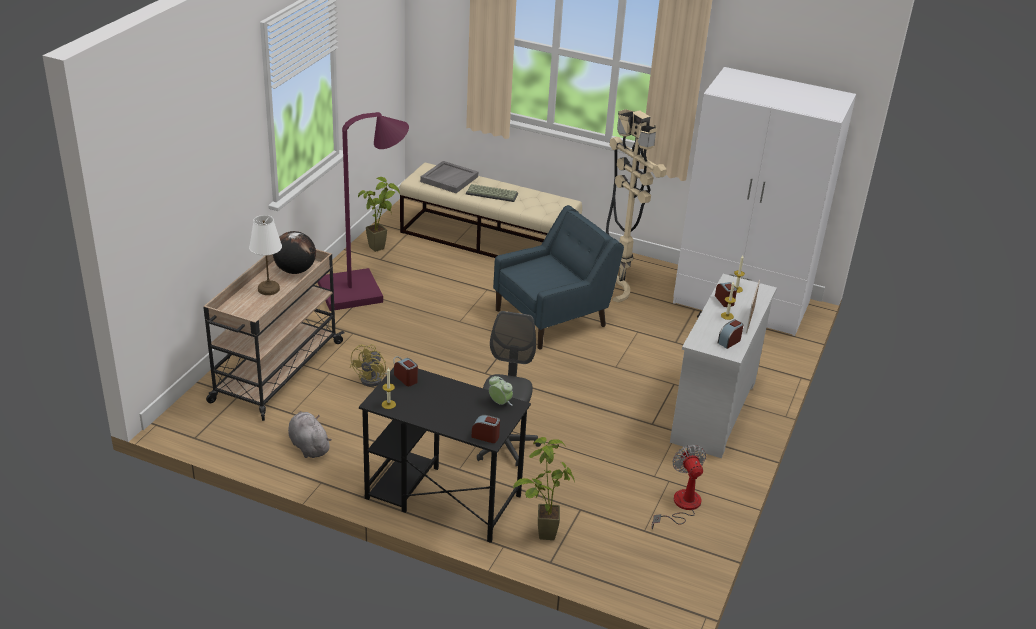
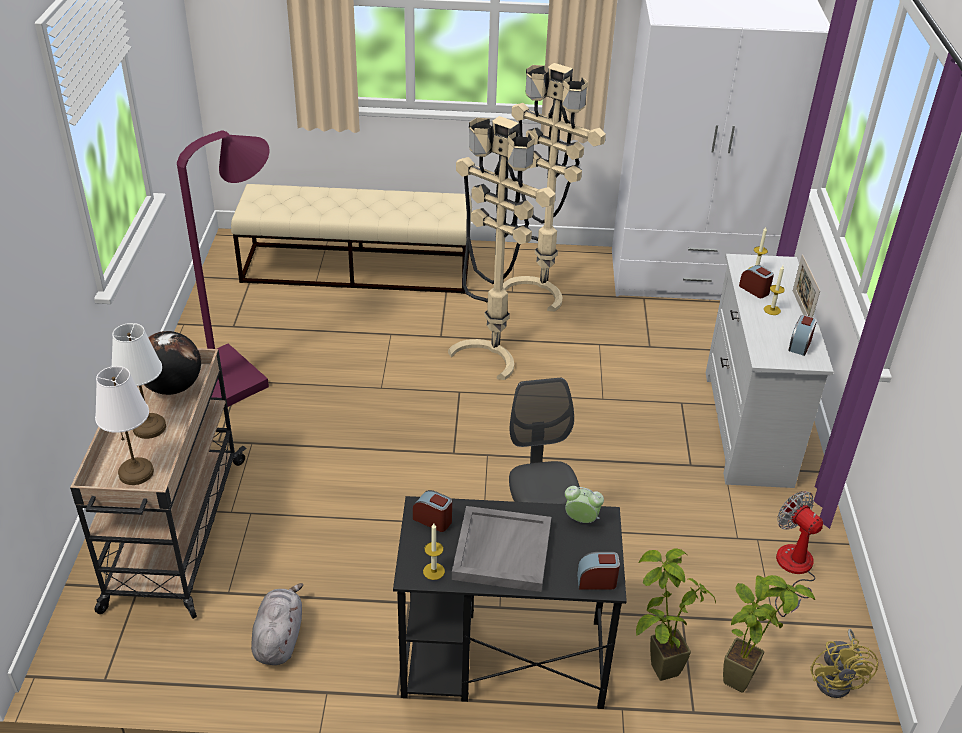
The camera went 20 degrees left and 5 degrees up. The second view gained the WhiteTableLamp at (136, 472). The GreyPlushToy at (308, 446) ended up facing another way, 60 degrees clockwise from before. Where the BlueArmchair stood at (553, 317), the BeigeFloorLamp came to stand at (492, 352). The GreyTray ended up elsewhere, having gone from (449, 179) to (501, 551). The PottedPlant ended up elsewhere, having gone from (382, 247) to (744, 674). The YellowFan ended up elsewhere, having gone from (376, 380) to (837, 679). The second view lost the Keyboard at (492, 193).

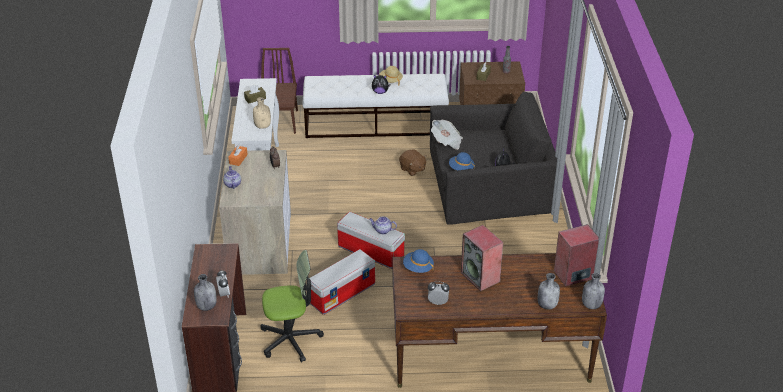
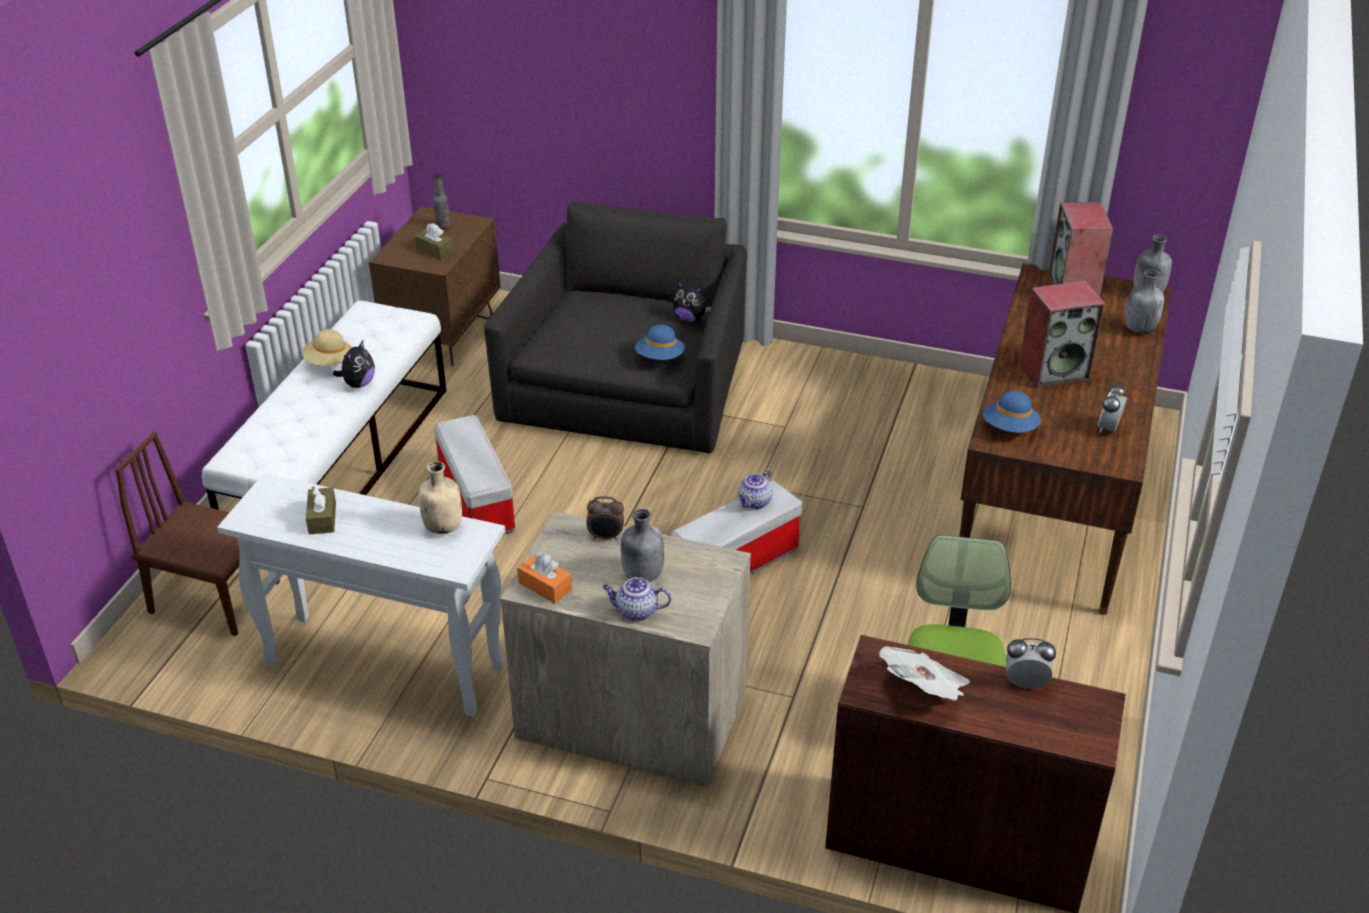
The camera went 70 degrees left and 0 degrees up. The StorageBox ended up elsewhere, having gone from (342, 293) to (475, 500). The GreyBottle ended up elsewhere, having gone from (206, 306) to (642, 575). The Newspaper ended up elsewhere, having gone from (446, 141) to (924, 690). The second view lost the BrownPlushToy at (412, 169).

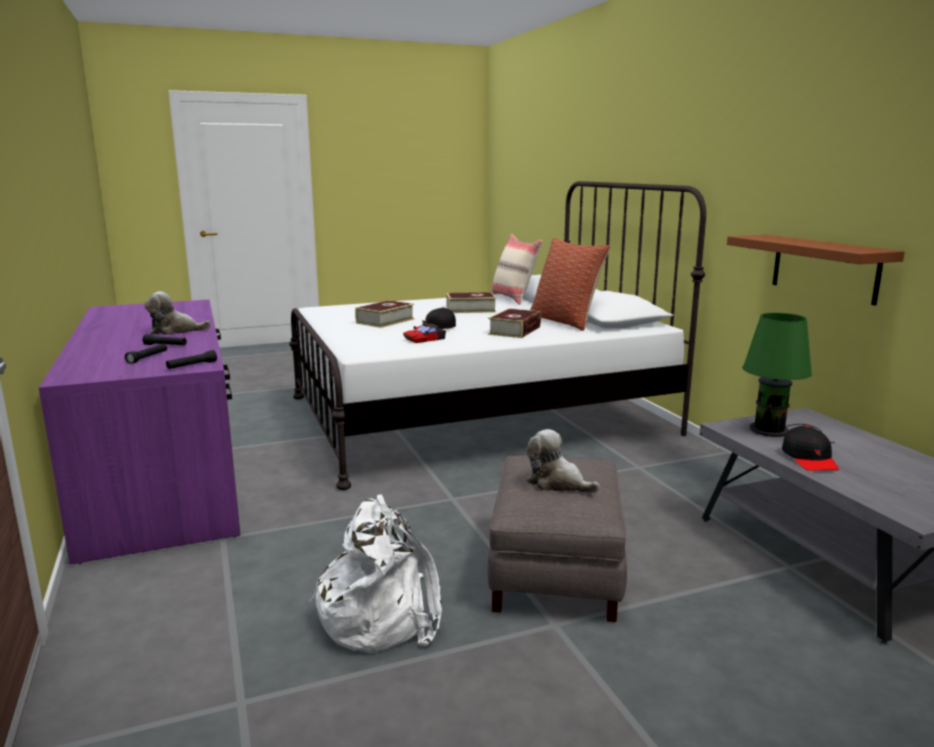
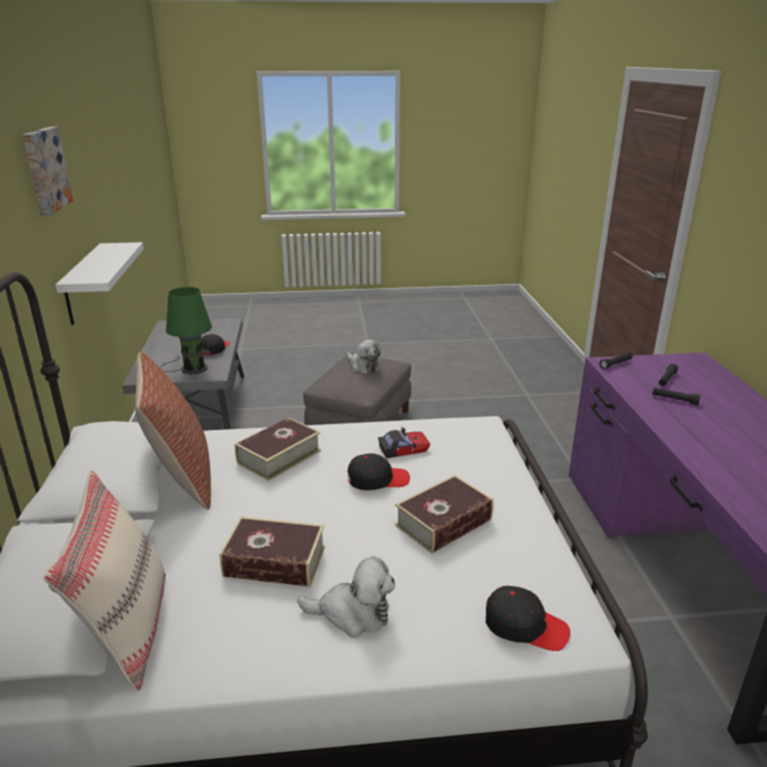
The camera went 165 degrees left and 10 degrees up. The second view gained the Picture at (44, 170). What was the BrownShelf at (824, 268) turned into the WhiteShelf at (84, 283). The PlushToy ended up elsewhere, having gone from (175, 331) to (352, 614). The second view gained the BlackCap at (525, 626). The second view lost the WhiteBackpack at (380, 615).

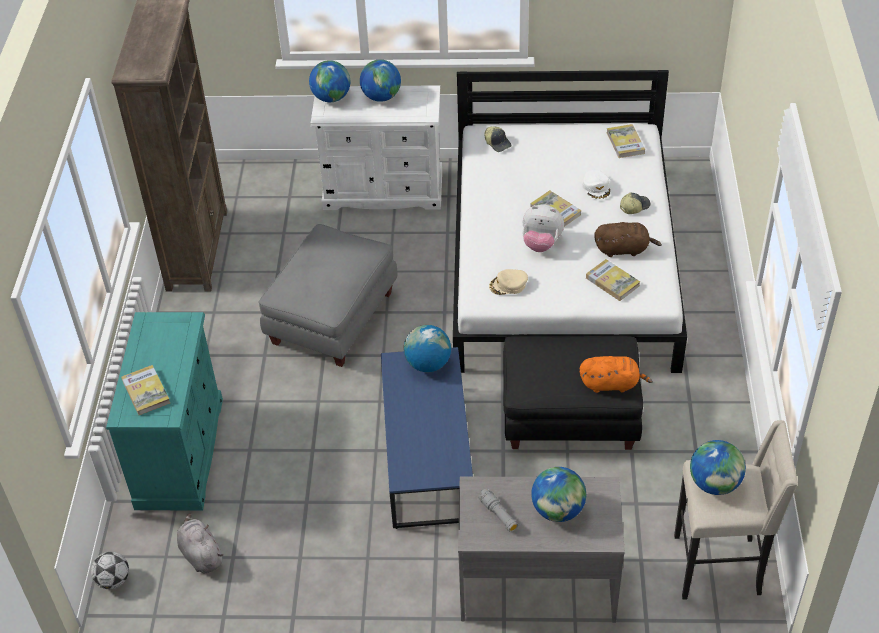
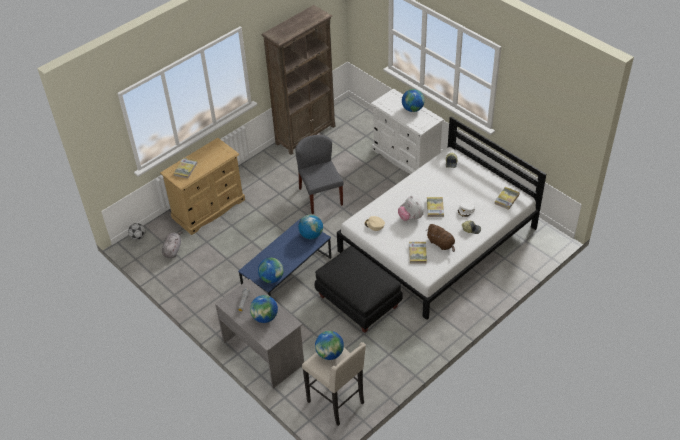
The camera went 45 degrees right and 0 degrees up. What was the TurquoiseDresser at (180, 452) turned into the BeigeDresser at (209, 209). The Globe ended up elsewhere, having gone from (331, 98) to (271, 278). Where the GreyOttoman stood at (332, 317), the GreyChair came to stand at (320, 196). The second view lost the OrangePlushToy at (611, 384).

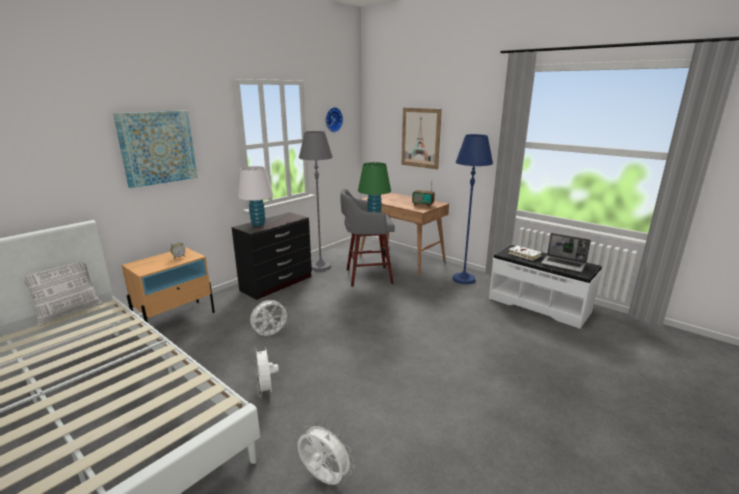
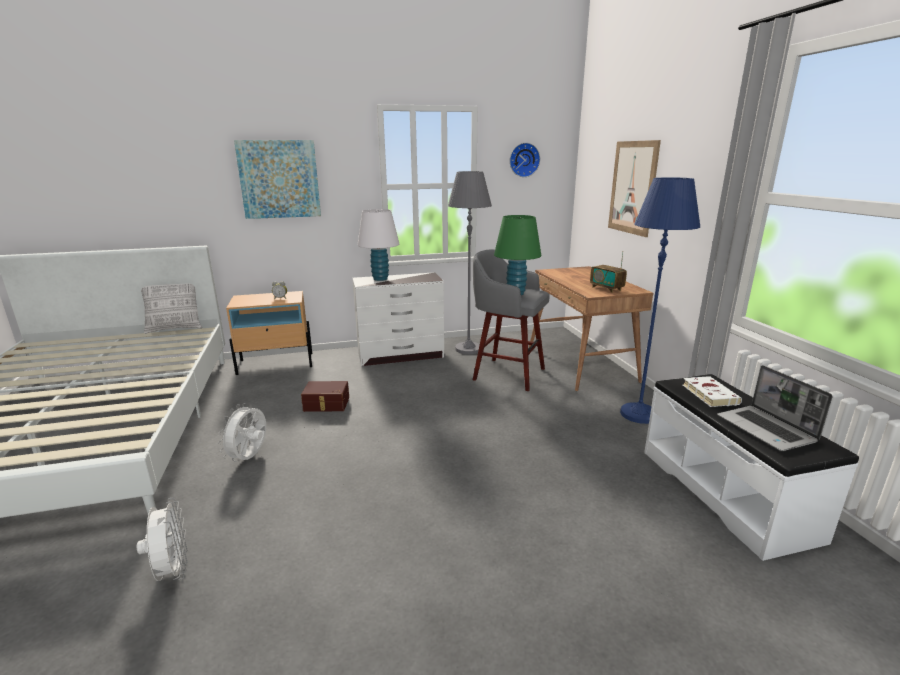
The camera went 35 degrees right and 0 degrees up. Where the WhiteFan stood at (270, 335), the BrownStorageBox came to stand at (326, 404). What was the BlackDresser at (277, 283) turned into the WhiteDresser at (401, 355).

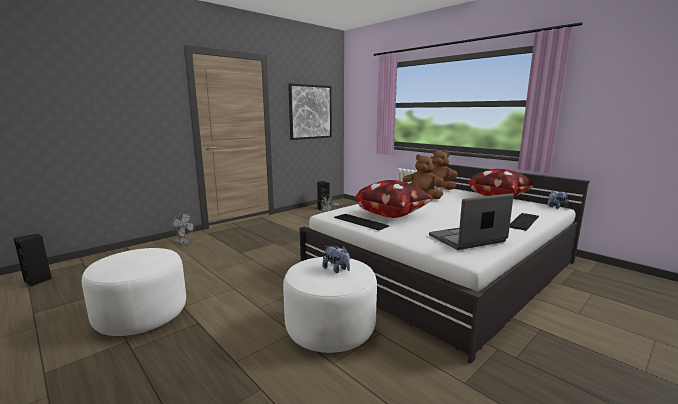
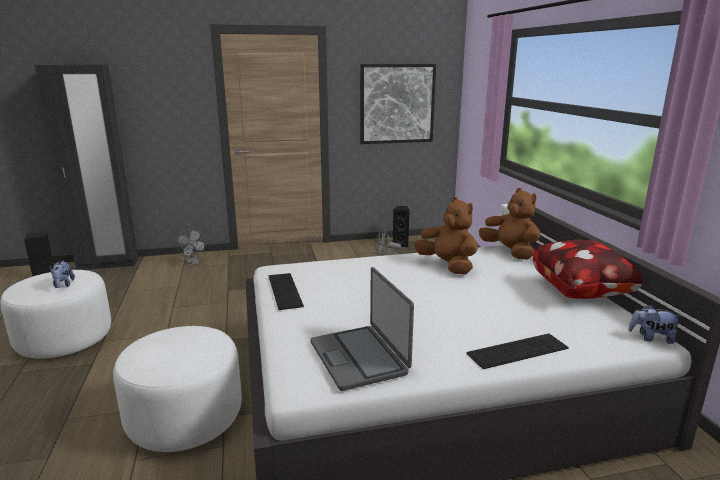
The camera went 30 degrees right and 5 degrees up. The second view gained the BlackWardrobe at (108, 264). The PlushToy ended up elsewhere, having gone from (336, 269) to (63, 285). The Laptop at (467, 239) ended up facing another way, 120 degrees counterclockwise from before. The second view lost the Pillow at (392, 214).

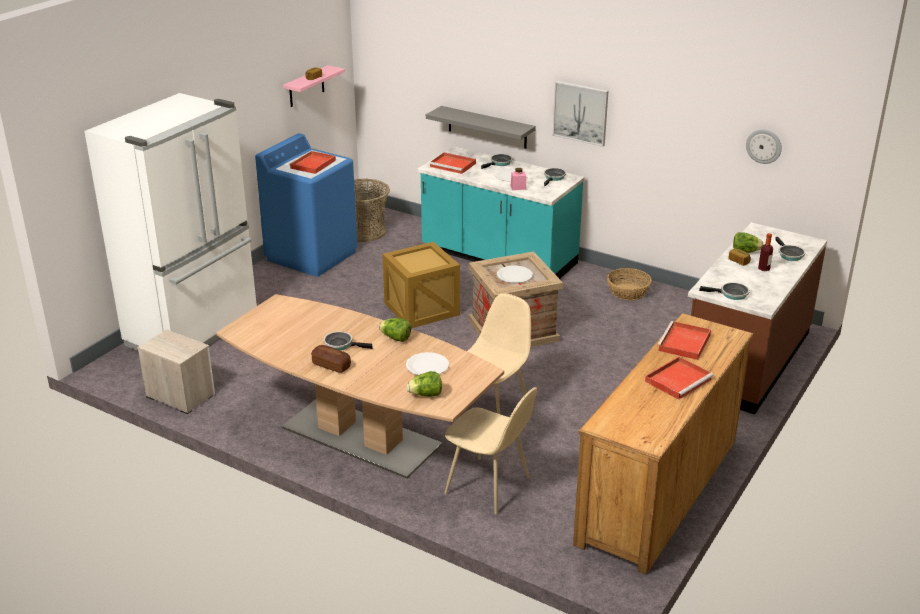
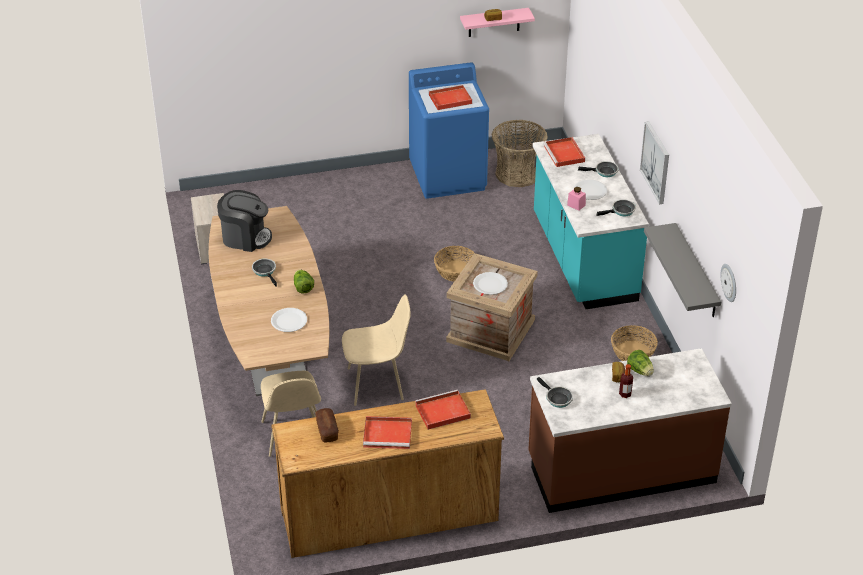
The camera went 45 degrees right and 10 degrees up. The second view gained the CoffeeMachine at (245, 237). The Bread ended up elsewhere, having gone from (331, 365) to (327, 430). Where the Crate stood at (421, 308), the Basket came to stand at (455, 271). The GreyShelf ended up elsewhere, having gone from (487, 127) to (696, 272). The second view lost the WhiteFridge at (195, 331). The second view lost the Lettuce at (426, 395). The second view lost the FryingPan at (789, 255).

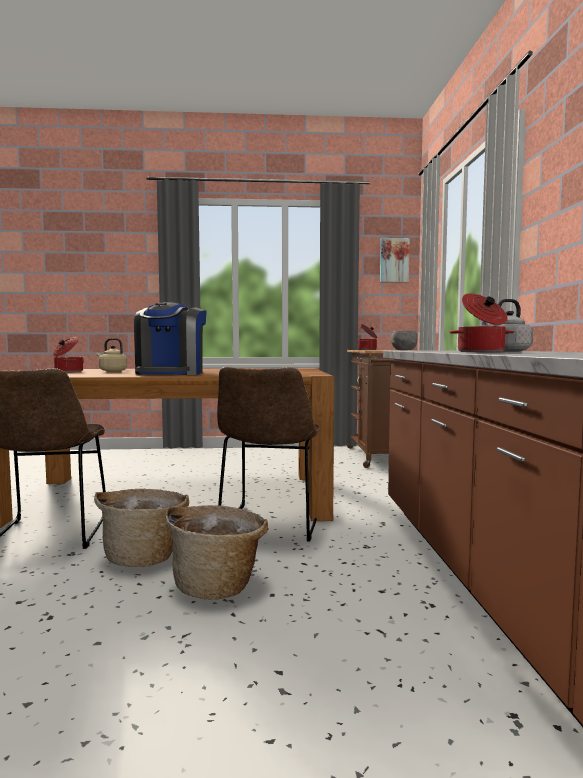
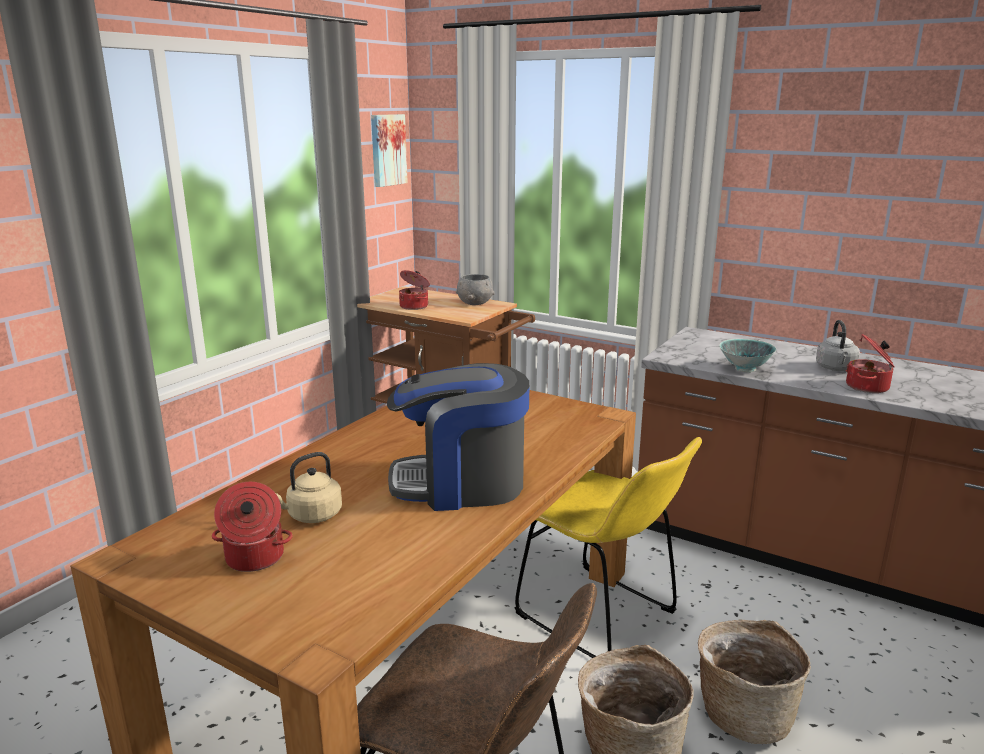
The camera went 55 degrees left and 15 degrees up. The CoffeeMachine at (171, 373) ended up facing another way, 135 degrees clockwise from before. What was the BrownChair at (271, 525) turned into the YellowChair at (602, 617). The second view gained the Bowl at (745, 369).

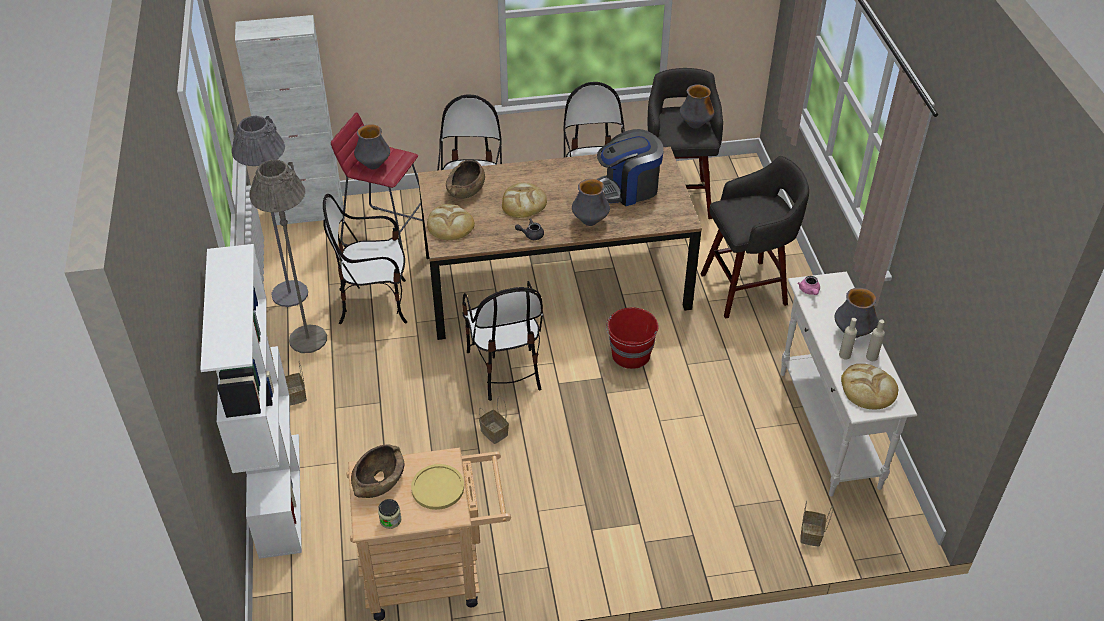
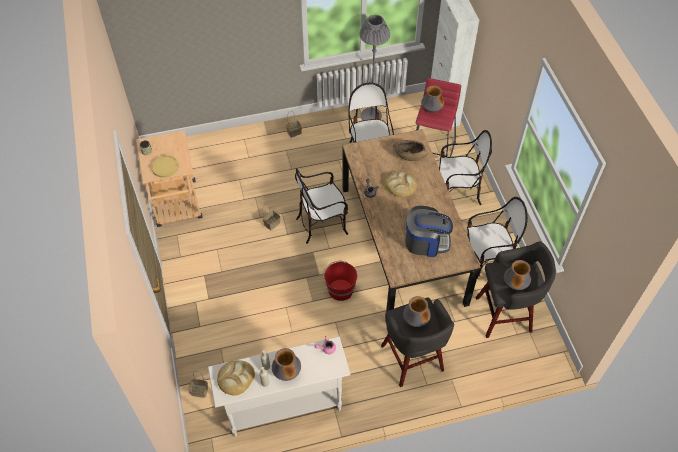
The camera went 85 degrees right and 10 degrees up. The Vase ended up elsewhere, having gone from (590, 221) to (415, 320). The CoffeeMachine at (628, 188) ended up facing another way, 120 degrees clockwise from before. The second view lost the WhiteBookcase at (278, 494). The second view lost the GreyFloorLamp at (308, 339). The second view lost the BrownBowl at (378, 480). The second view lost the Bread at (450, 225).

